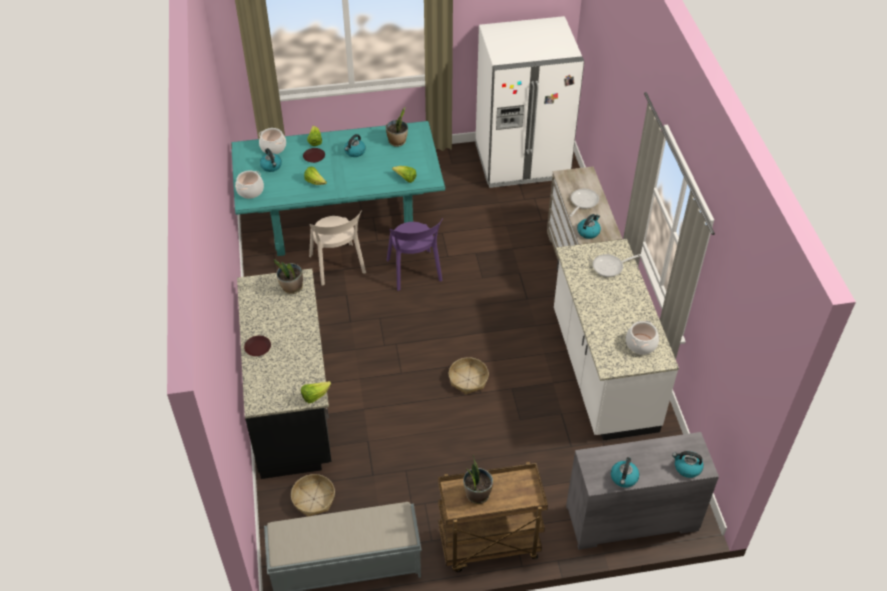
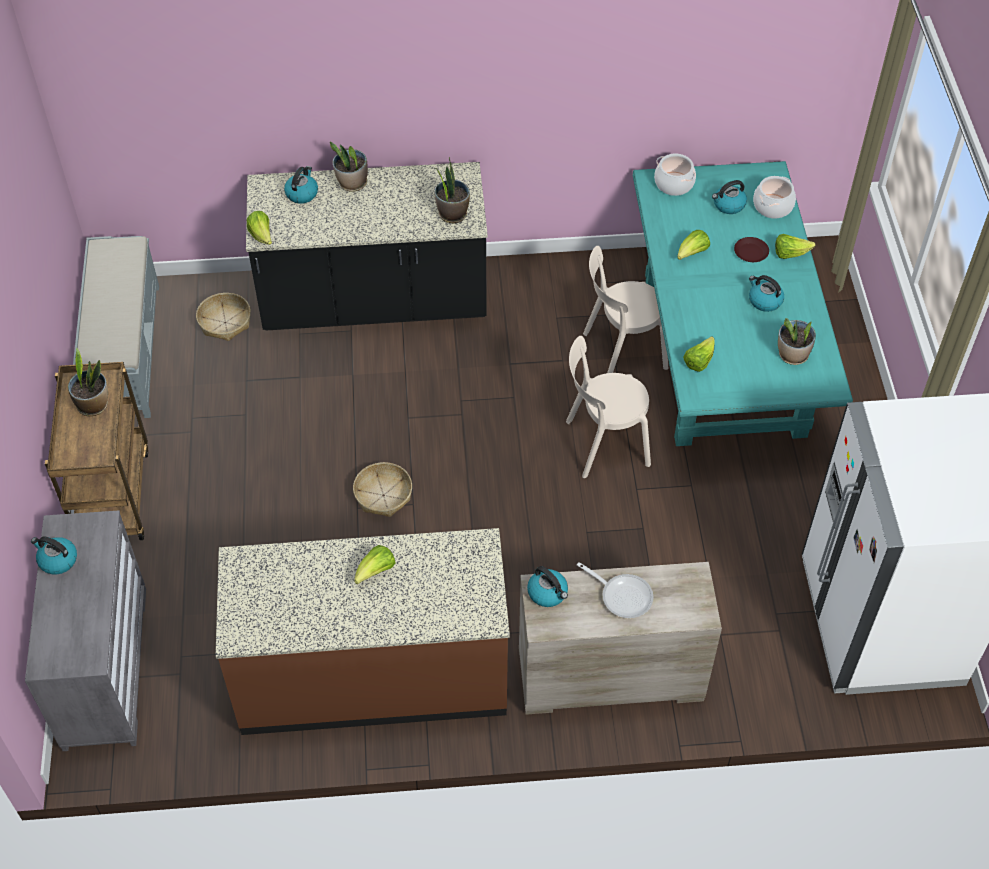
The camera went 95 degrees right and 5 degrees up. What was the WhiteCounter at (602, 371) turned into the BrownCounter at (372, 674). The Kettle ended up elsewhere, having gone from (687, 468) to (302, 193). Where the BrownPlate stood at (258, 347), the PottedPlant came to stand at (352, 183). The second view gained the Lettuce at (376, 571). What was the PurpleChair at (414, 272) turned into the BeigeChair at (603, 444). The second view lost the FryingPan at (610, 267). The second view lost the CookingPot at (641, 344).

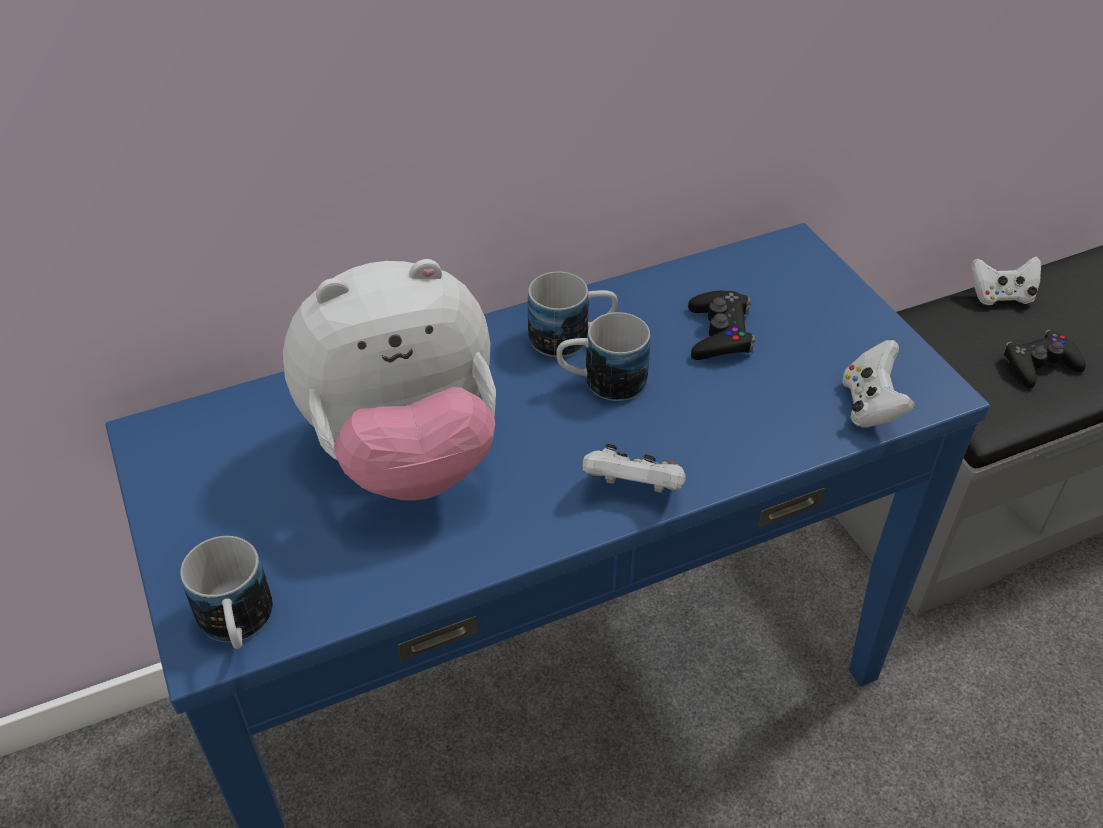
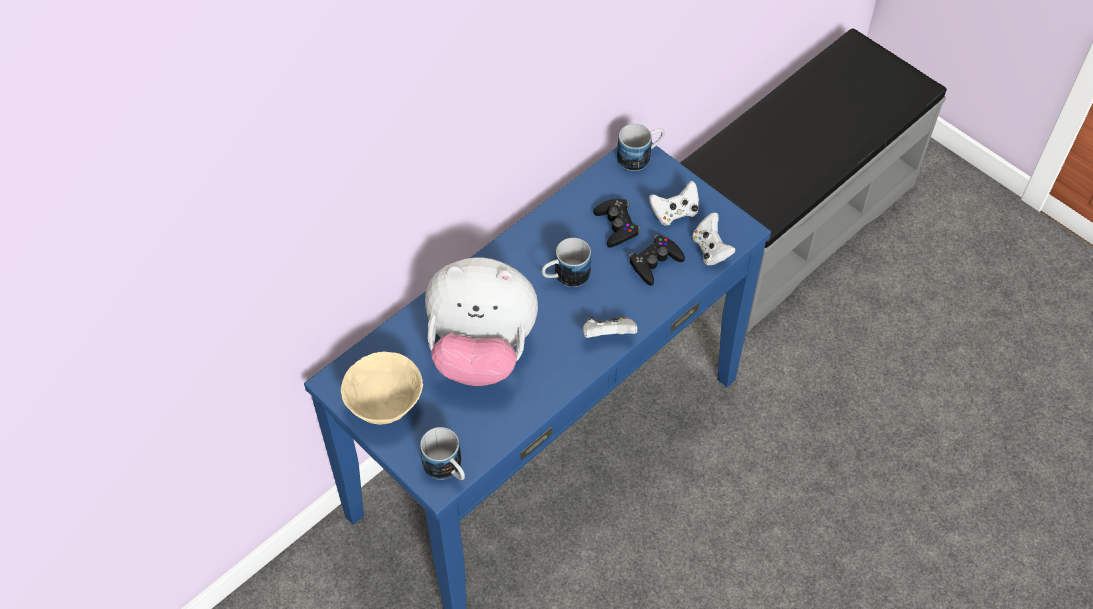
The camera went 20 degrees left and 10 degrees up. The second view gained the BeigeBowl at (386, 406). The PlushToy at (406, 454) ended up facing another way, 45 degrees clockwise from before. The Mug ended up elsewhere, having gone from (572, 337) to (640, 156). The BlackGameController ended up elsewhere, having gone from (1039, 365) to (655, 263). The WhiteGameController ended up elsewhere, having gone from (1000, 296) to (674, 213).

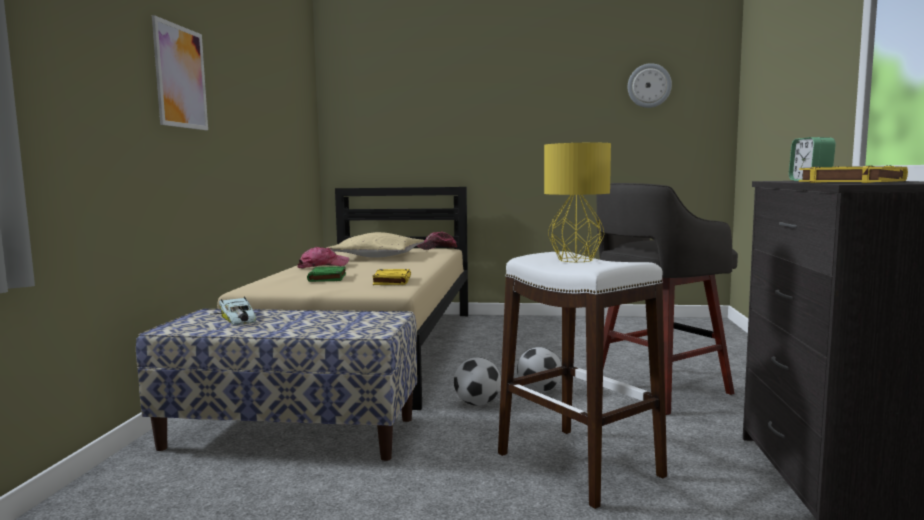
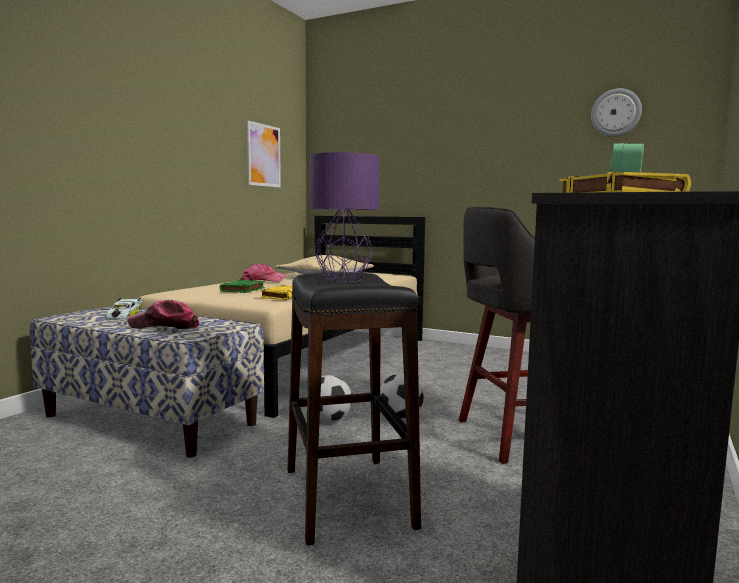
The camera went 20 degrees right and 0 degrees up. The Cap ended up elsewhere, having gone from (436, 248) to (164, 326). The Picture ended up elsewhere, having gone from (180, 77) to (263, 155). What was the WhiteStool at (577, 464) turned into the BlackStool at (346, 496). What was the YellowTableLamp at (575, 260) turned into the PurpleTableLamp at (342, 280).

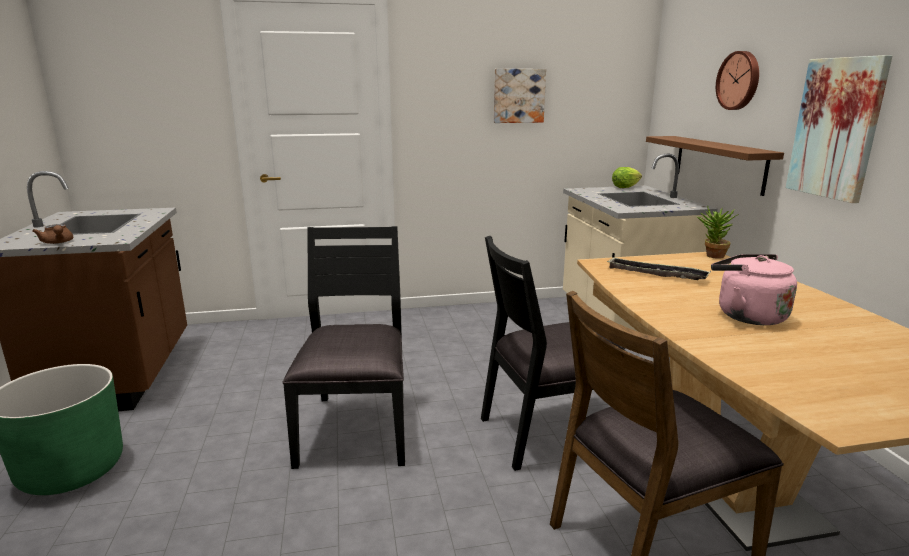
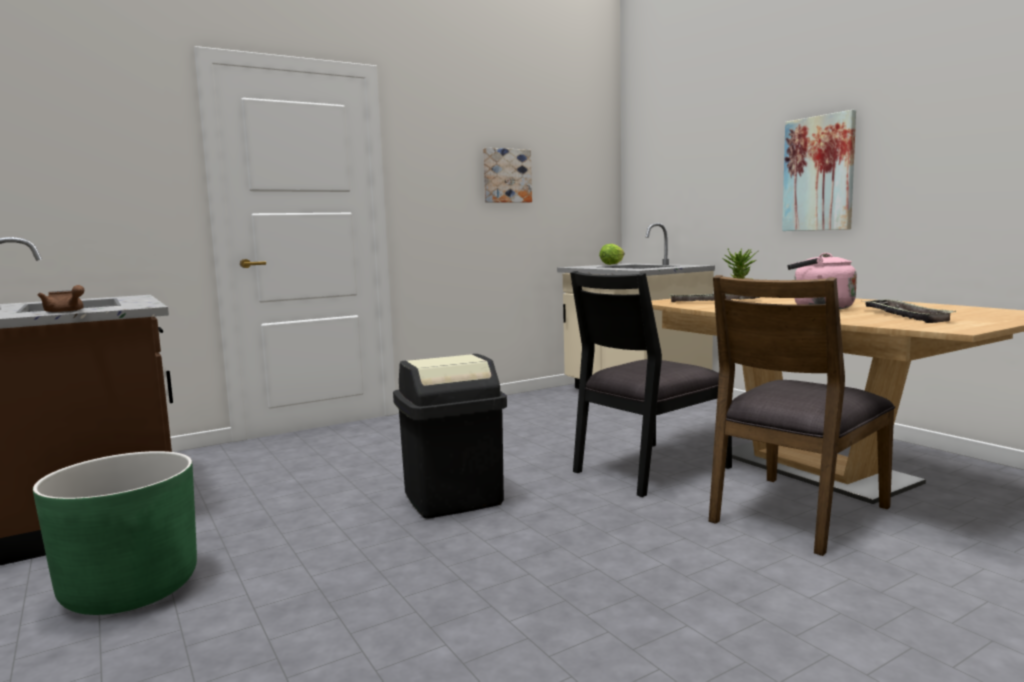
The camera went 20 degrees left and 10 degrees down. Where the BlackChair stood at (356, 428), the BlackTrashCan came to stand at (453, 498). The second view gained the Tray at (904, 316). The second view lost the BrownShelf at (718, 163). The second view lost the WallClock at (739, 80).

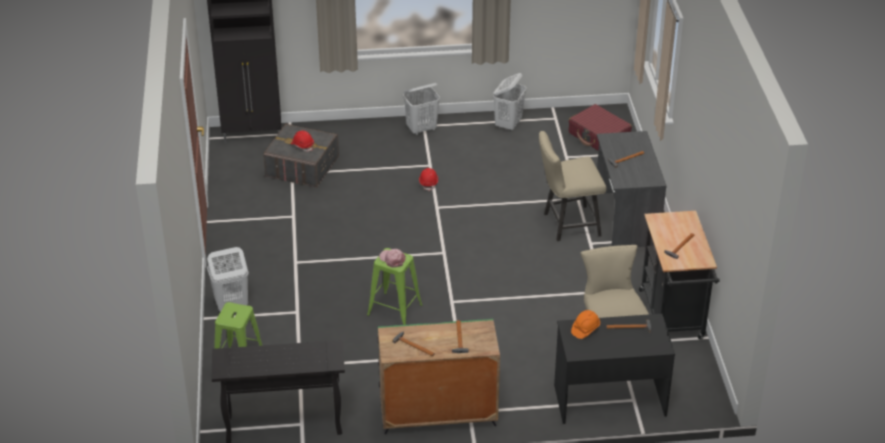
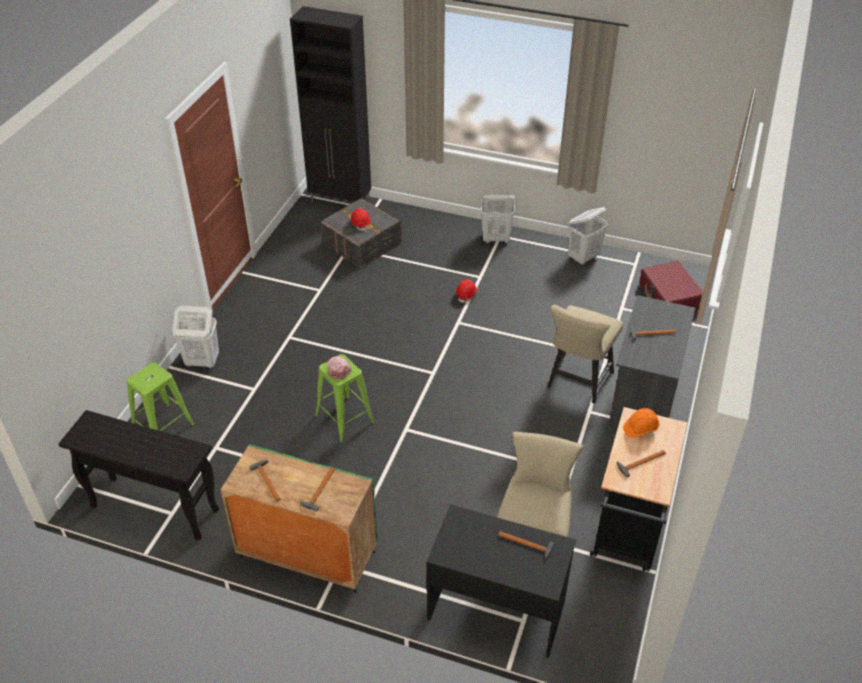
The camera went 25 degrees right and 5 degrees up. The BeigeChair at (567, 225) ended up facing another way, 75 degrees counterclockwise from before. The OrangeHardHat ended up elsewhere, having gone from (585, 329) to (640, 428).

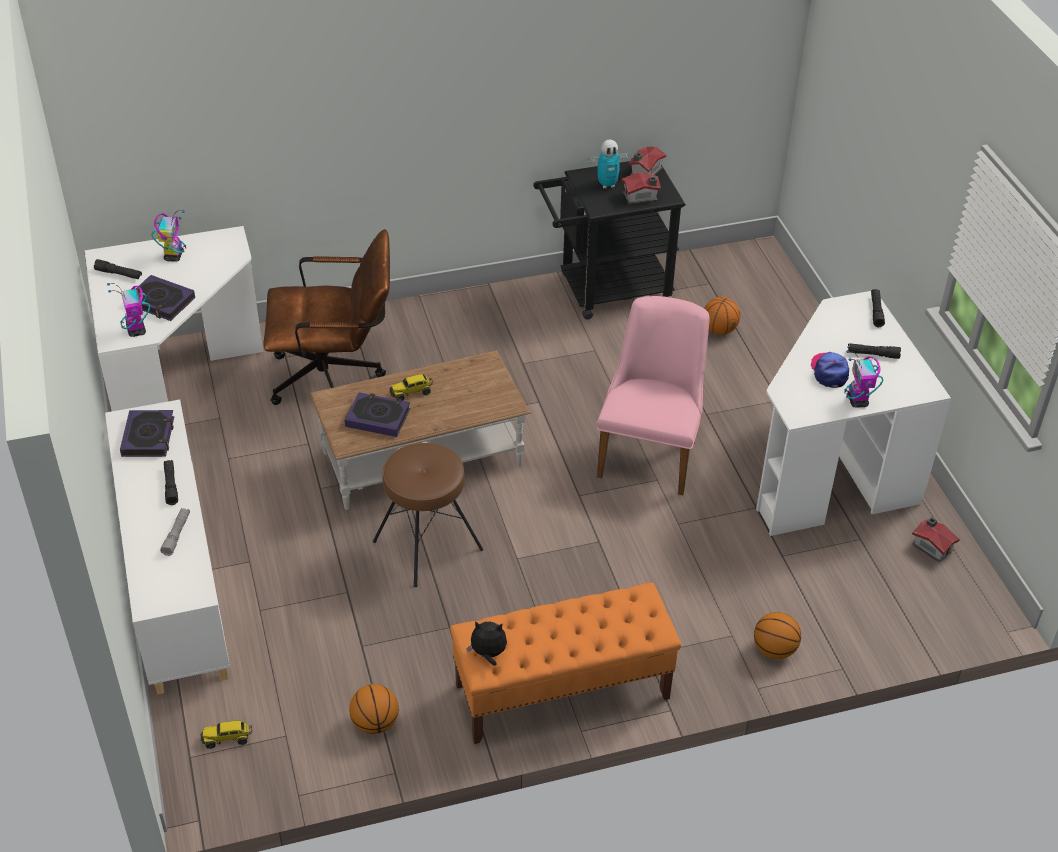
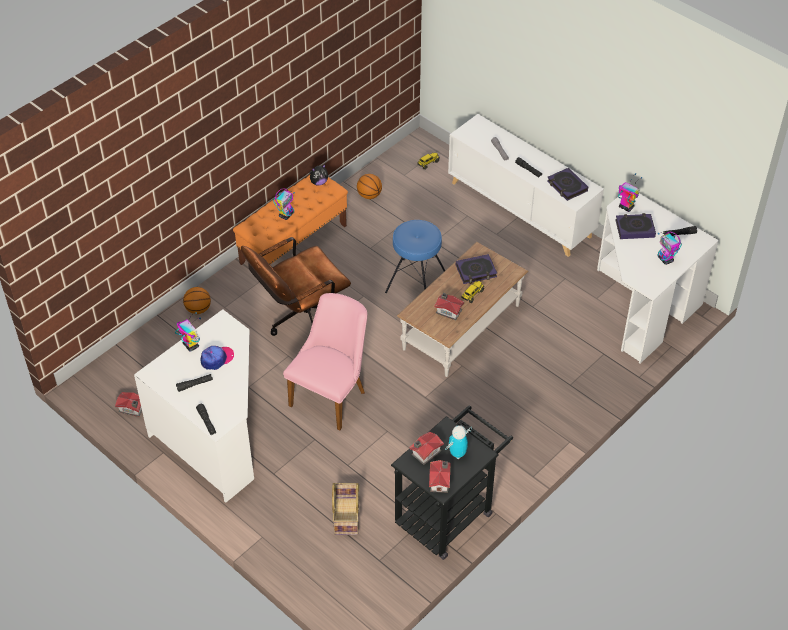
The camera went 150 degrees right and 5 degrees up. The Cap at (829, 372) ended up facing another way, 90 degrees counterclockwise from before. The BrownOfficeChair ended up elsewhere, having gone from (335, 379) to (300, 320). The second view gained the ToyRobot at (286, 215). The PinkChair at (651, 452) ended up facing another way, 135 degrees counterclockwise from before. Where the Basketball stood at (719, 330), the Basket came to stand at (346, 516). What was the BrownStool at (427, 545) turned into the BlueStool at (416, 281). The second view gained the ToyHouse at (448, 311).

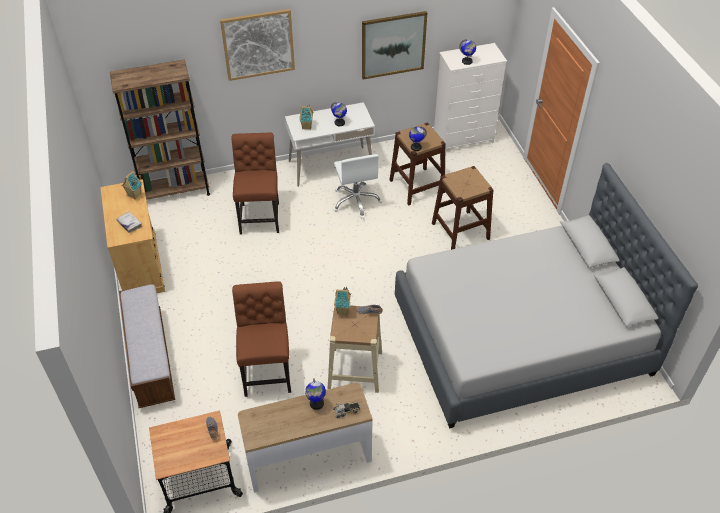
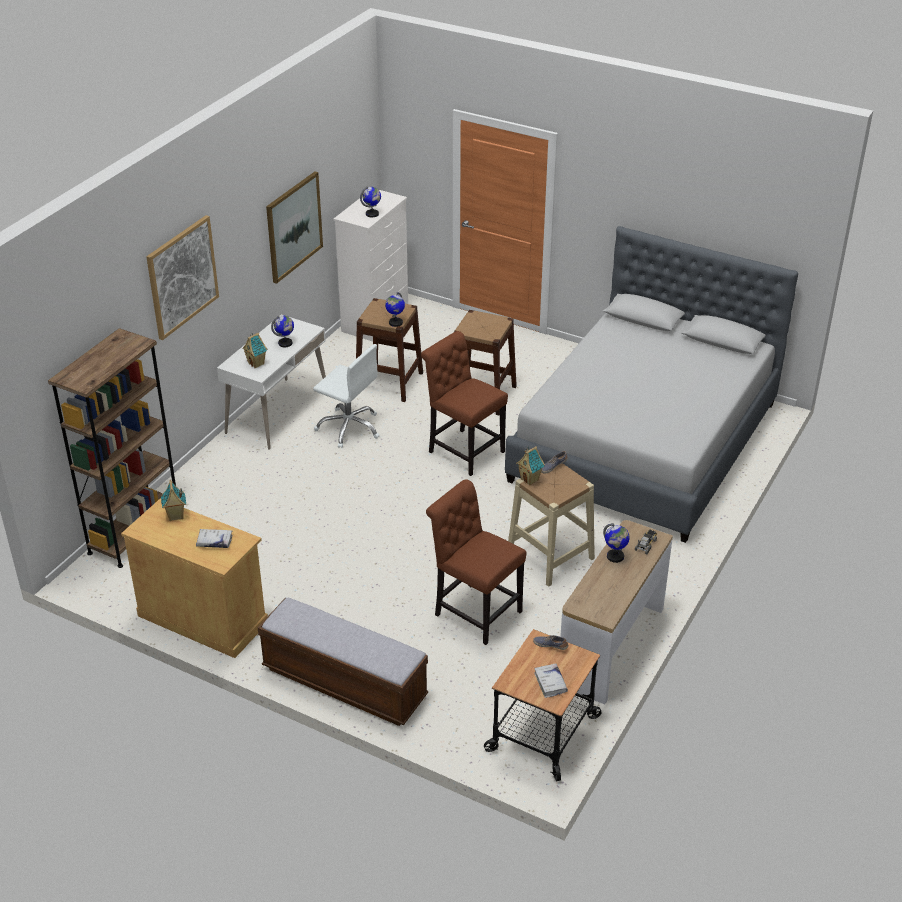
The camera went 45 degrees left and 10 degrees down. The BrownChair ended up elsewhere, having gone from (260, 216) to (463, 450). The second view gained the WhiteBook at (550, 683).

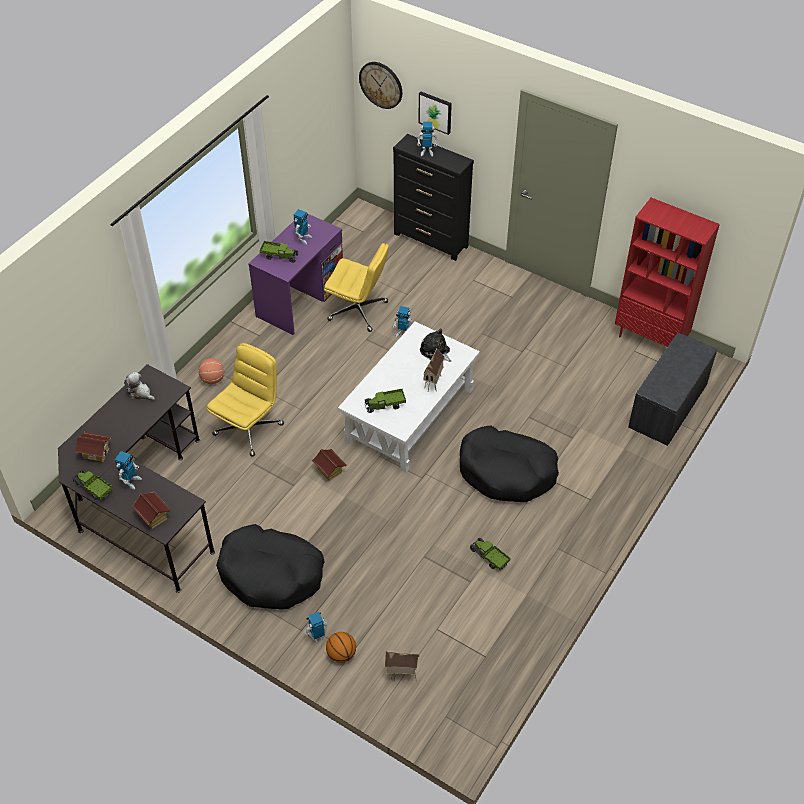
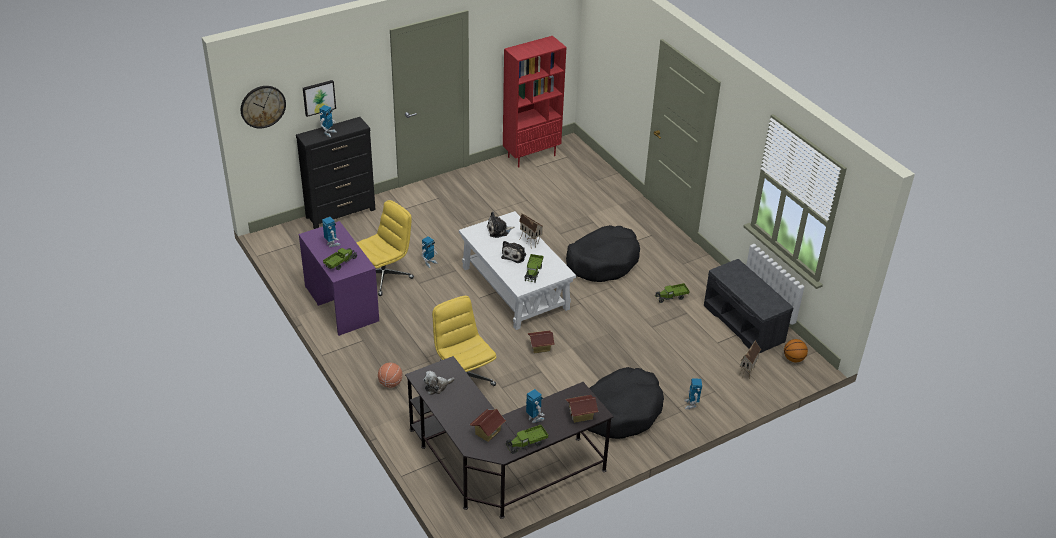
The camera went 65 degrees left and 10 degrees down. The second view gained the PlushToy at (514, 255). The GreyBench ended up elsewhere, having gone from (668, 406) to (744, 323). The Basketball ended up elsewhere, having gone from (341, 654) to (793, 359).

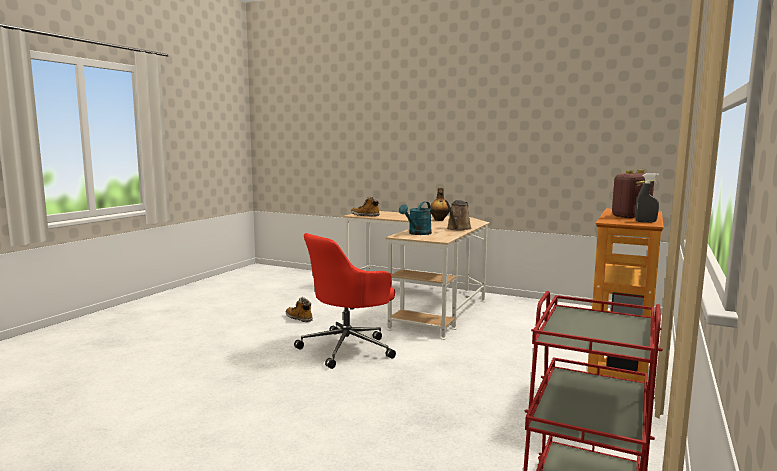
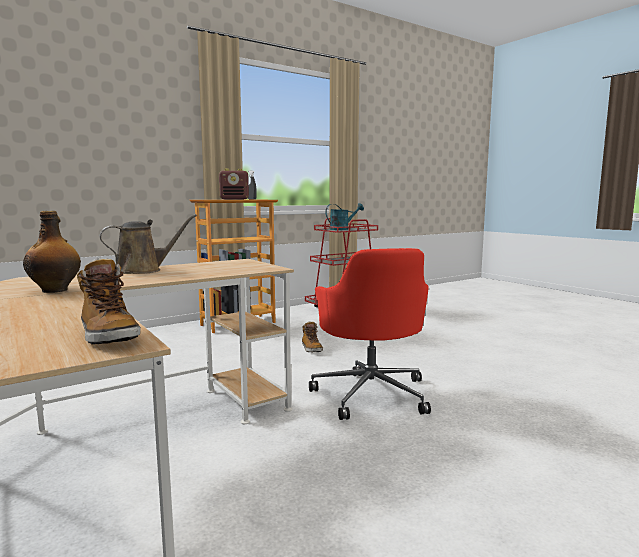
The camera went 150 degrees left and 0 degrees up. The Boot ended up elsewhere, having gone from (299, 318) to (311, 349). The RedOfficeChair at (348, 348) ended up facing another way, 90 degrees clockwise from before. The TurquoiseWateringCan ended up elsewhere, having gone from (417, 233) to (342, 229).

